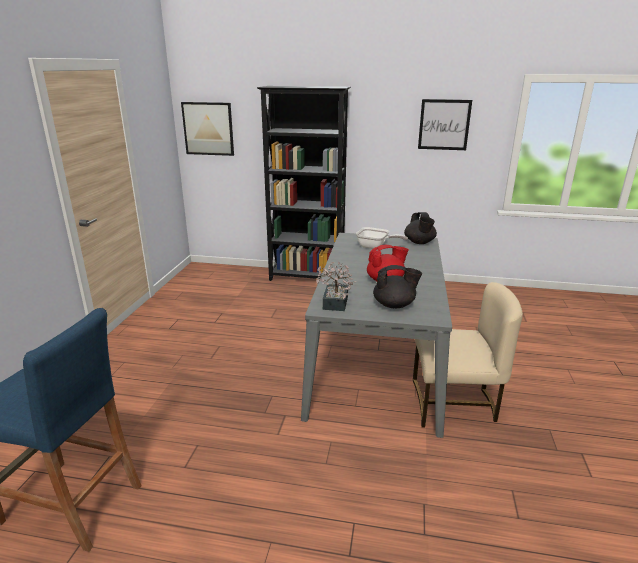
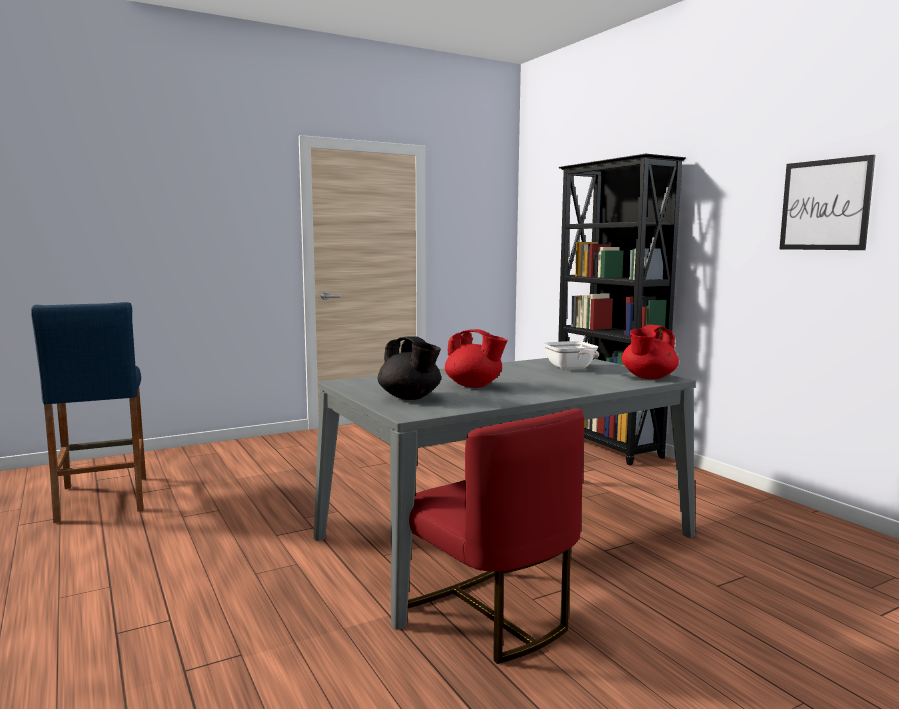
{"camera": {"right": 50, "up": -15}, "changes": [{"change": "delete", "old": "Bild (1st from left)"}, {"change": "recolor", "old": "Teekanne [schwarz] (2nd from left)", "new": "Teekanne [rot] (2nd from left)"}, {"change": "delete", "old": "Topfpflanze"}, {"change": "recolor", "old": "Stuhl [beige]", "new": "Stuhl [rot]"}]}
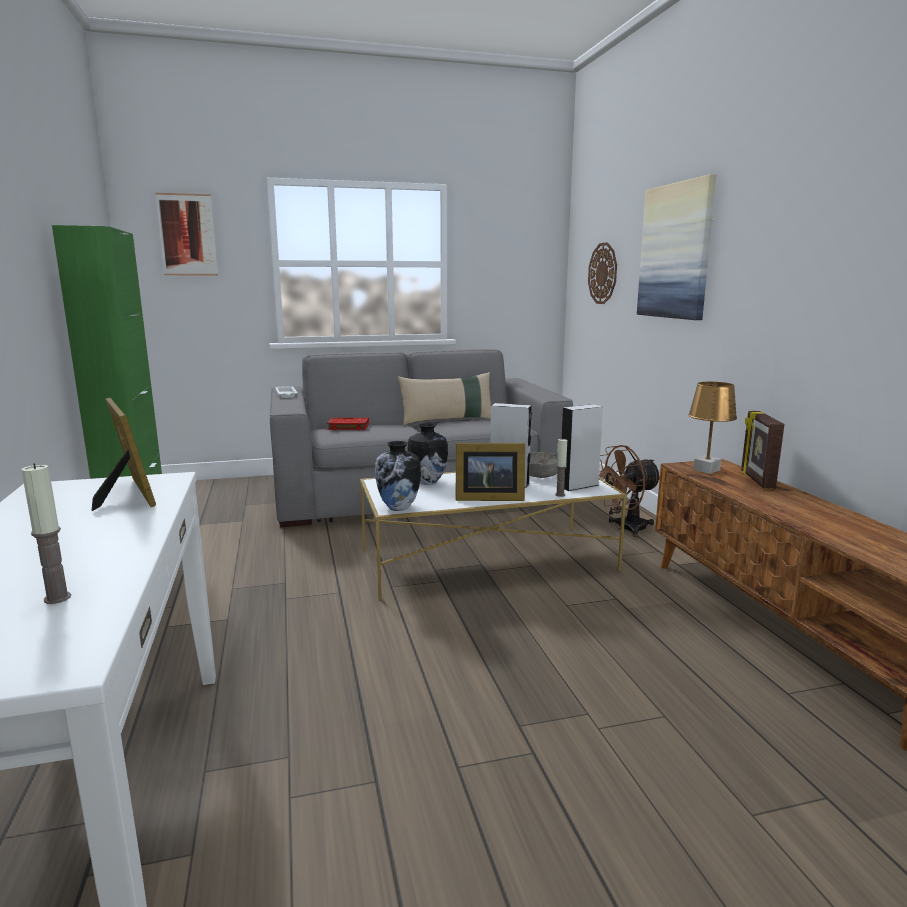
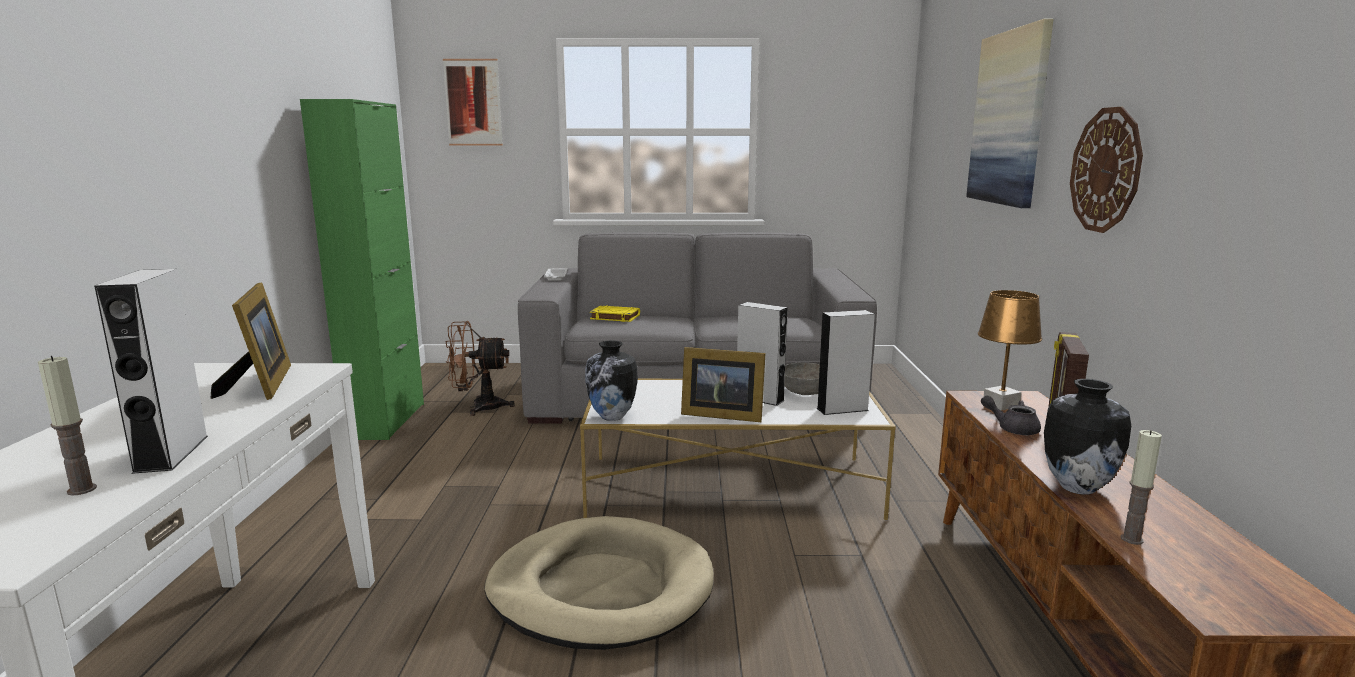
{"camera": {"right": 15, "up": 0}, "changes": [{"change": "move", "old": "Wanduhr"}, {"change": "delete", "old": "Kissen [beige]"}, {"change": "recolor", "old": "Buch [rot]", "new": "Buch [gelb]"}, {"change": "move", "old": "Vase (2nd from left)"}, {"change": "move", "old": "Kerze (2nd from left)"}, {"change": "move", "old": "Ventilator [braun]"}, {"change": "insert", "new": "Lautsprecher [grau] (1st from left)"}, {"change": "insert", "new": "Teekanne [grau]"}, {"change": "insert", "new": "Hundebett [beige]"}]}
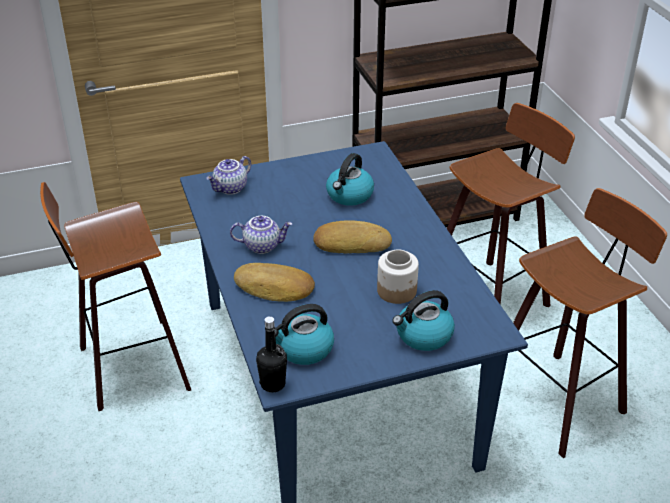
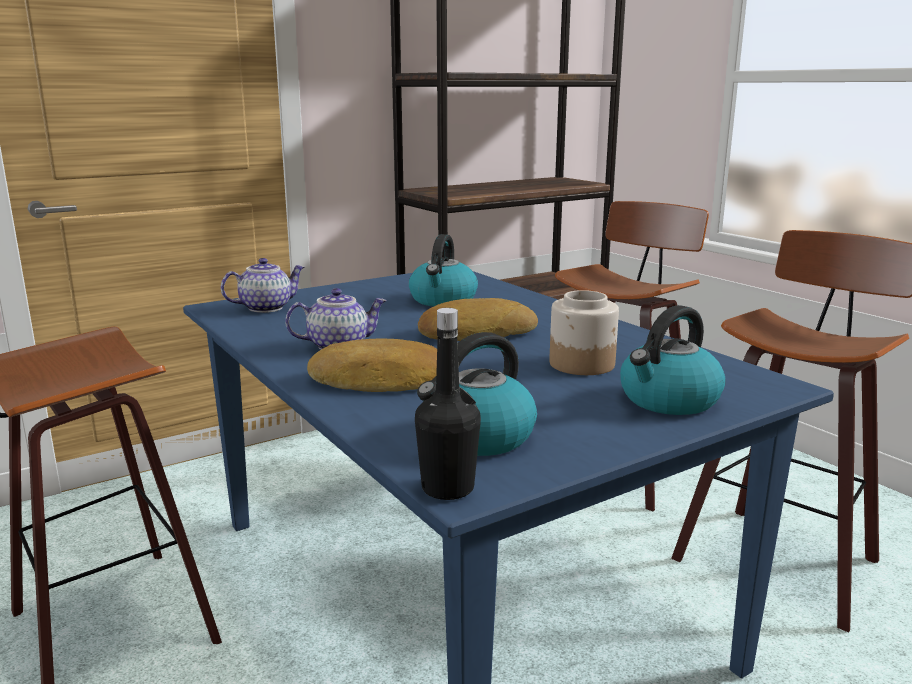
{"camera": {"right": -15, "up": -20}, "changes": [{"change": "rotate", "old": "Teekanne (1st from left)", "degrees": -150}]}
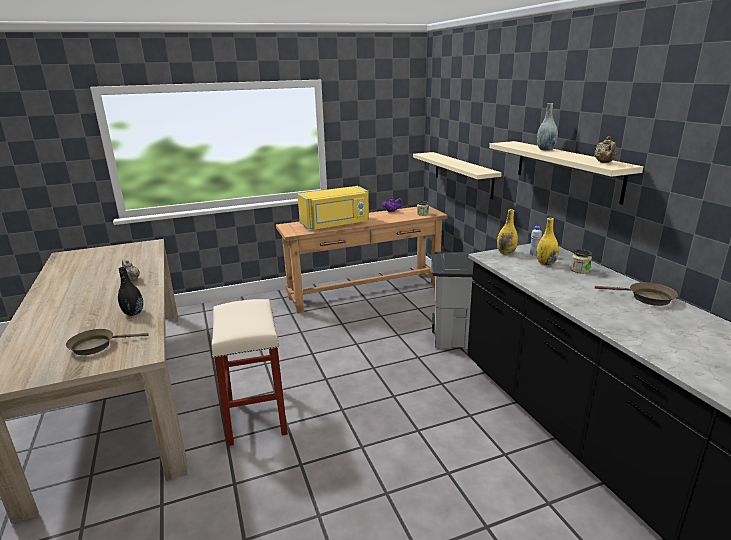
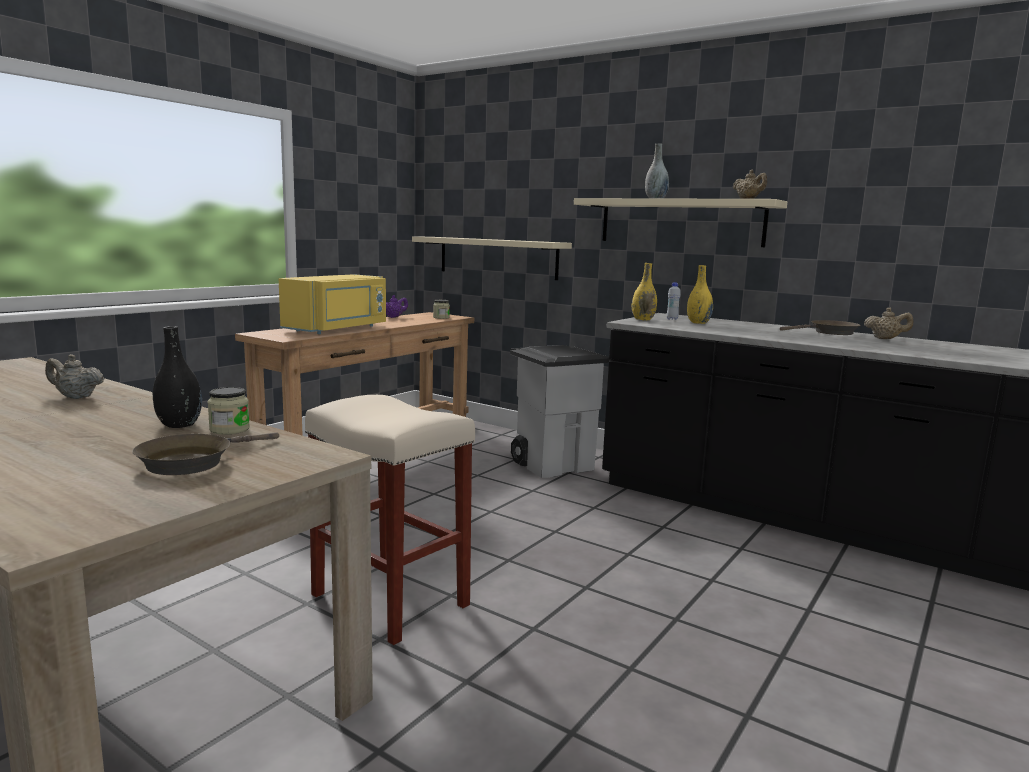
{"camera": {"right": -35, "up": -10}, "changes": [{"change": "move", "old": "Vorratsglas (2nd from left in the first image)", "new": "Vorratsglas (1st from left)"}, {"change": "insert", "new": "Teekanne [beige] (3rd from left)"}]}
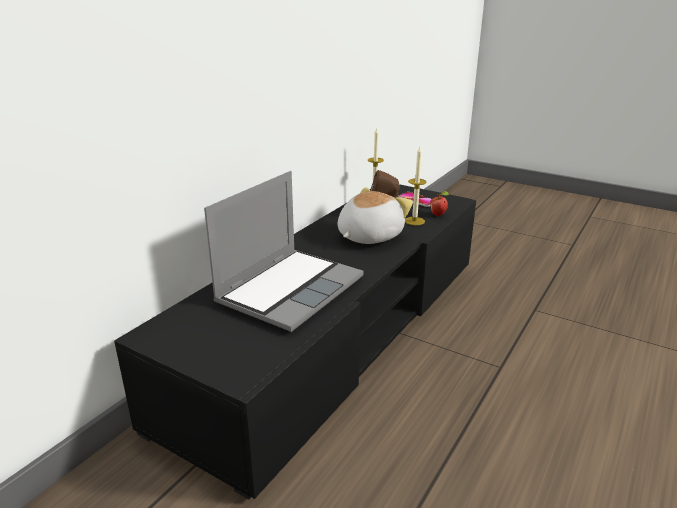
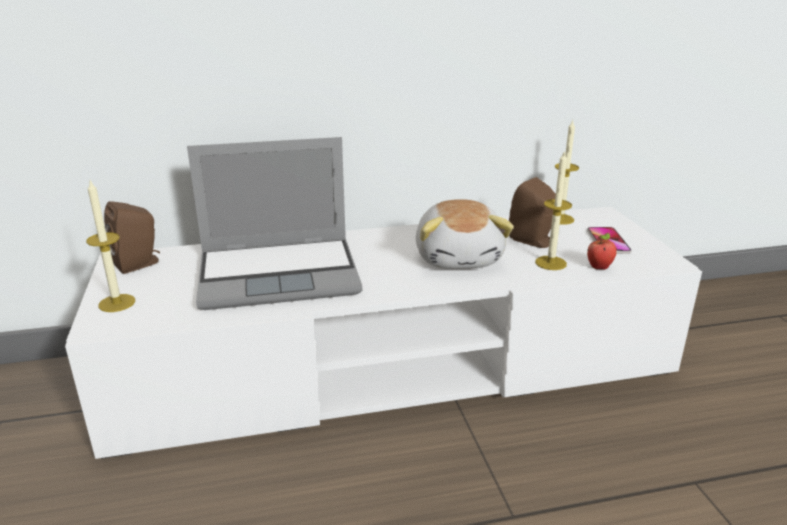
{"camera": {"right": 45, "up": 0}, "changes": [{"change": "recolor", "old": "Fernsehschrank [schwarz]", "new": "Fernsehschrank [weiß]"}, {"change": "rotate", "old": "Plüschtier", "degrees": 90}, {"change": "insert", "new": "Kerze (1st from left)"}, {"change": "insert", "new": "Lautsprecher [braun] (1st from left)"}]}
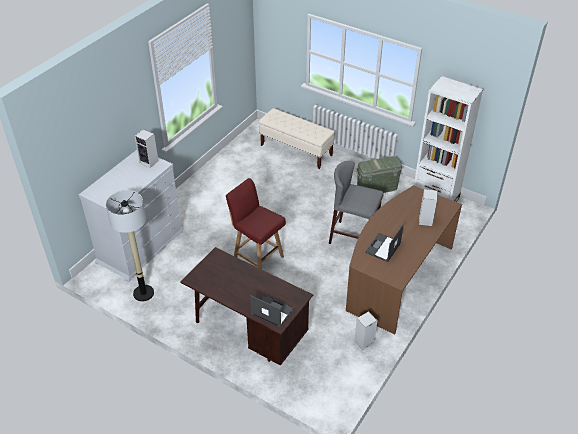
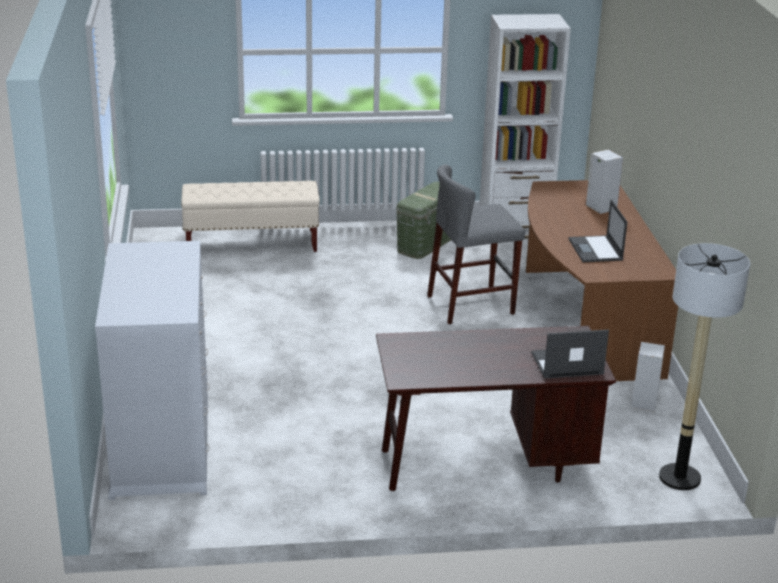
{"camera": {"right": -40, "up": -15}, "changes": [{"change": "delete", "old": "Lautsprecher (1st from left)"}, {"change": "delete", "old": "Stuhl [rot]"}, {"change": "move", "old": "Stehlampe"}]}
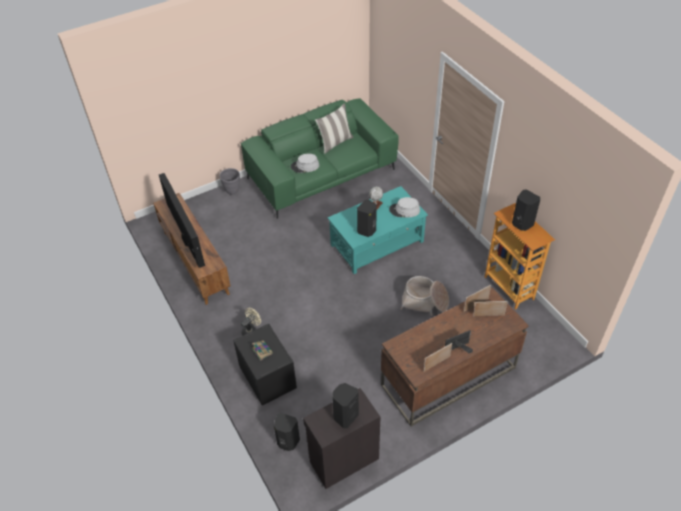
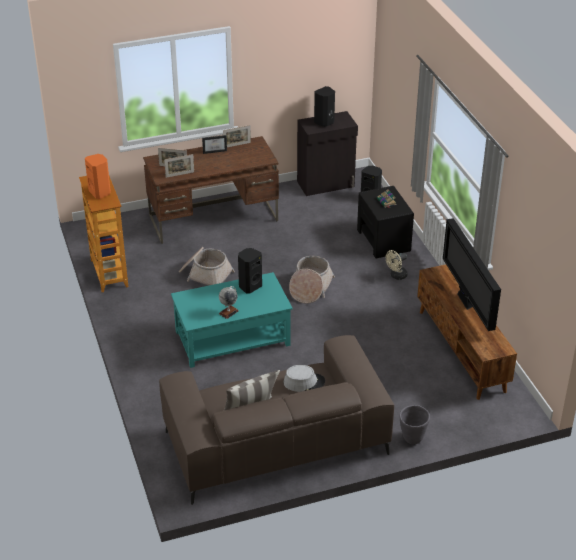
{"camera": {"right": -170, "up": -10}, "changes": [{"change": "recolor", "old": "Sofa [grün]", "new": "Sofa [braun]"}, {"change": "recolor", "old": "Lautsprecher [schwarz] (4th from left)", "new": "Lautsprecher [orange]"}, {"change": "delete", "old": "Hut [grau] (2nd from left)"}, {"change": "insert", "new": "Korb (2nd from left)"}]}
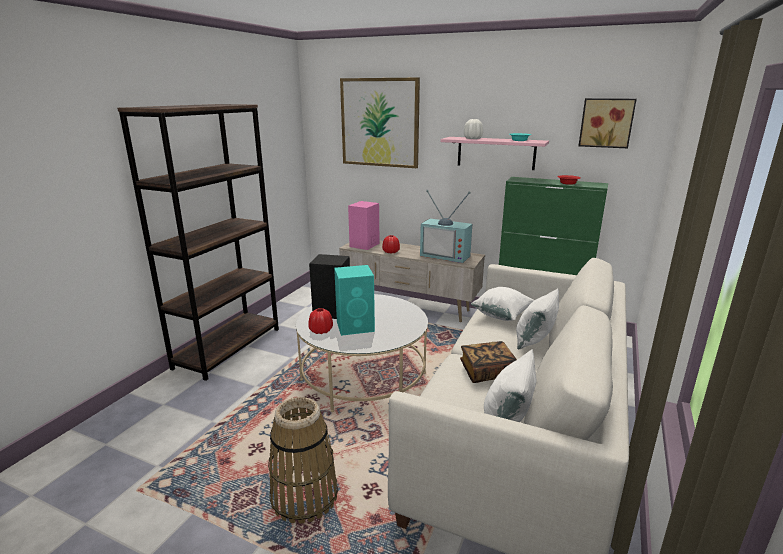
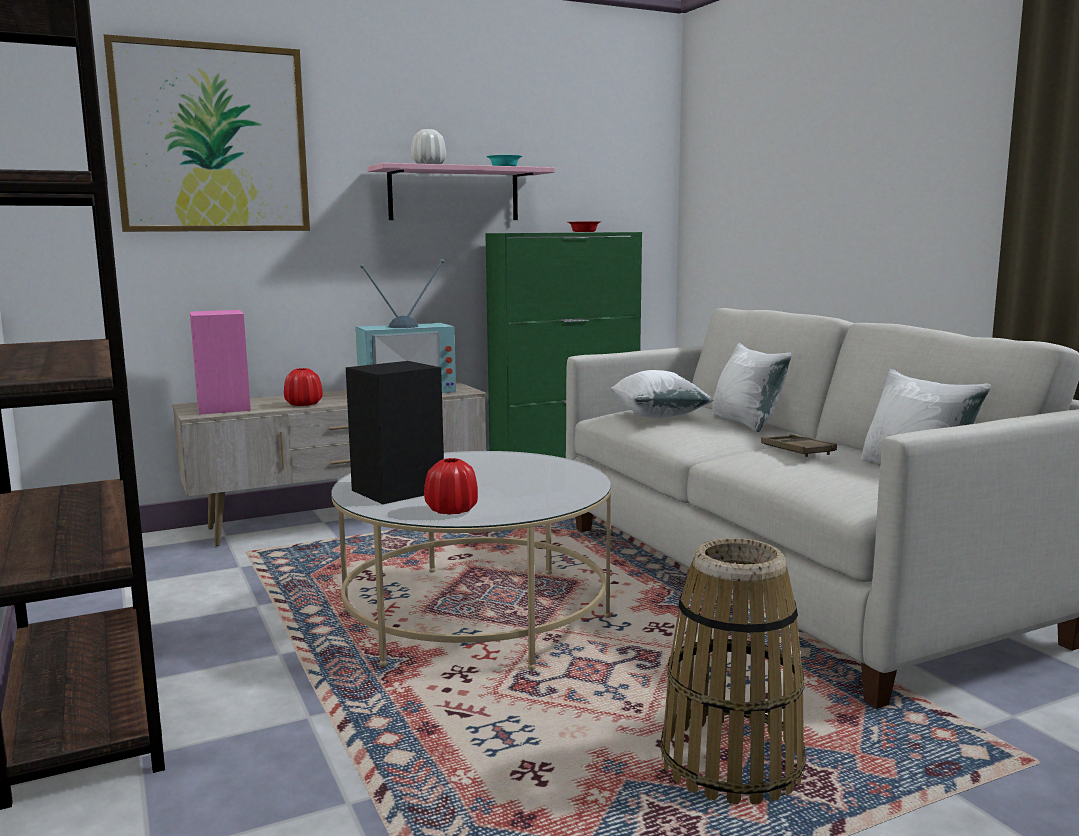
{"camera": {"right": -50, "up": -10}, "changes": [{"change": "delete", "old": "Bild (2nd from left)"}, {"change": "delete", "old": "Lautsprecher [türkis]"}, {"change": "replace", "old": "Buch", "new": "Tablett [braun]"}]}
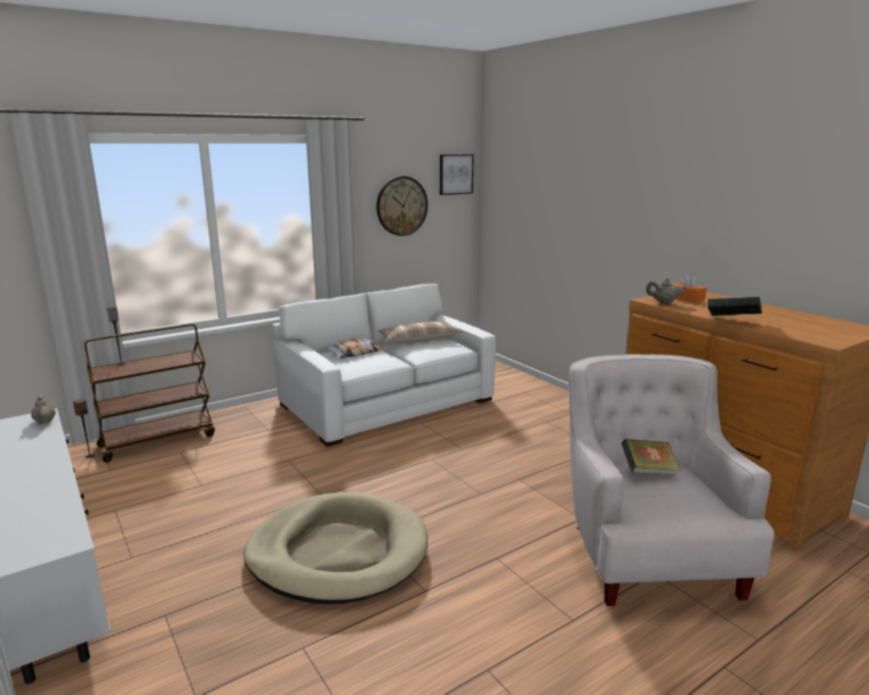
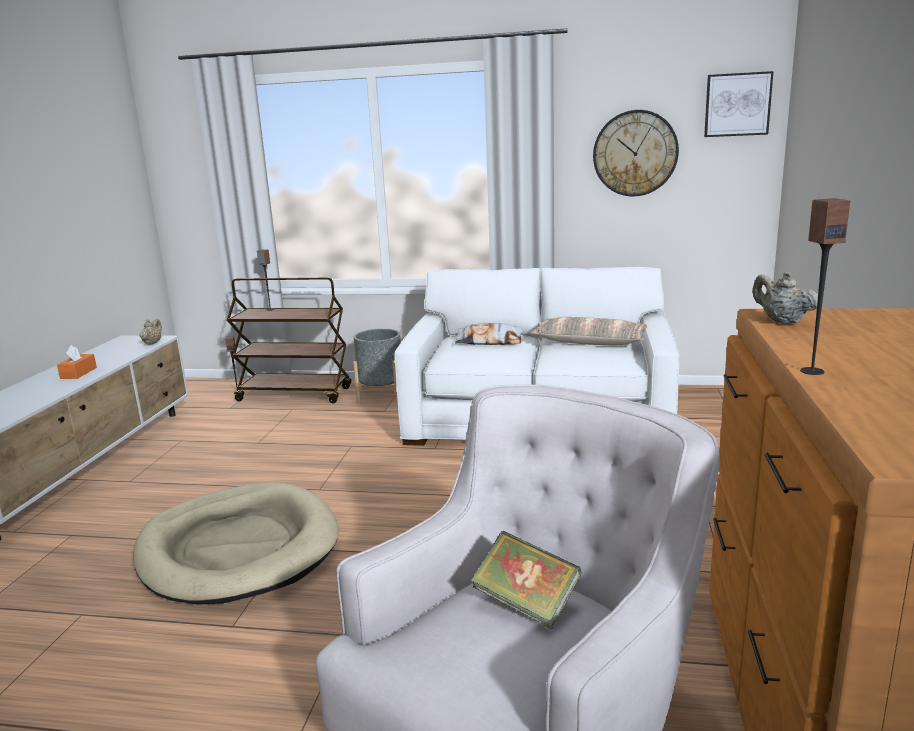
{"camera": {"right": 45, "up": 0}, "changes": [{"change": "move", "old": "Taschentuchbox [orange]"}, {"change": "replace", "old": "Buch (2nd from left)", "new": "Lautsprecher (3rd from left)"}, {"change": "insert", "new": "Pflanzkübel [grau]"}]}
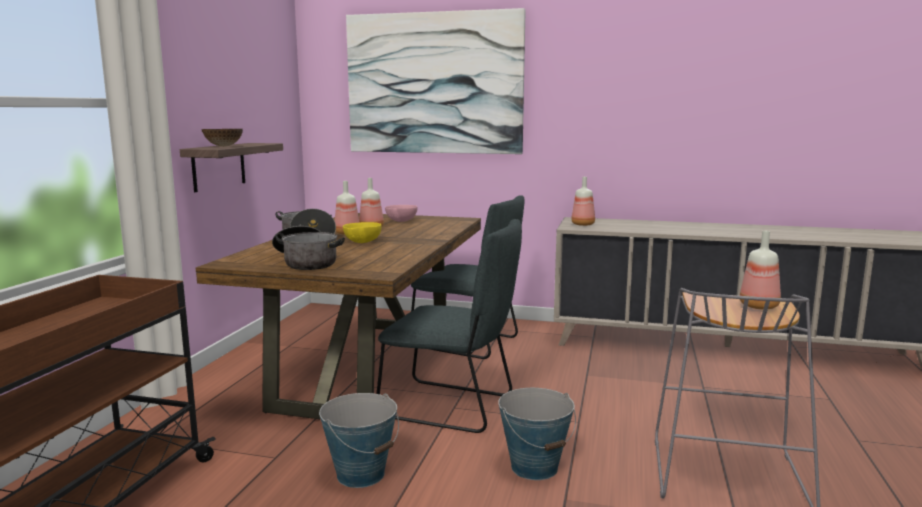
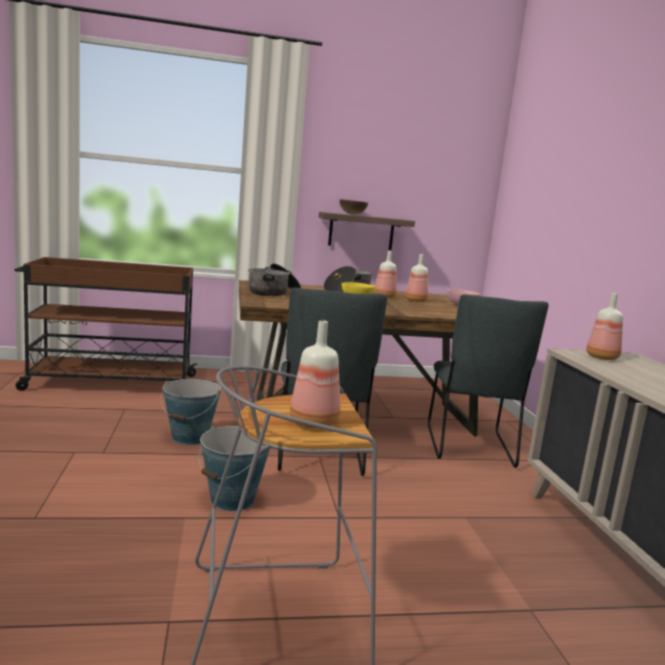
{"camera": {"right": 65, "up": 0}, "changes": [{"change": "delete", "old": "Bild"}]}
